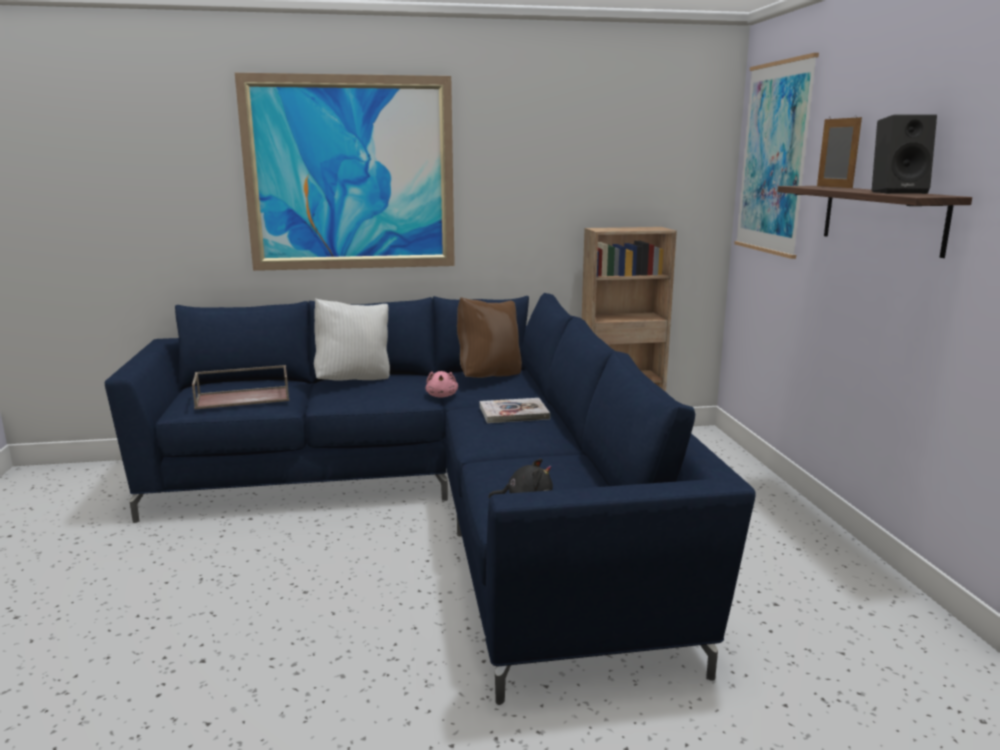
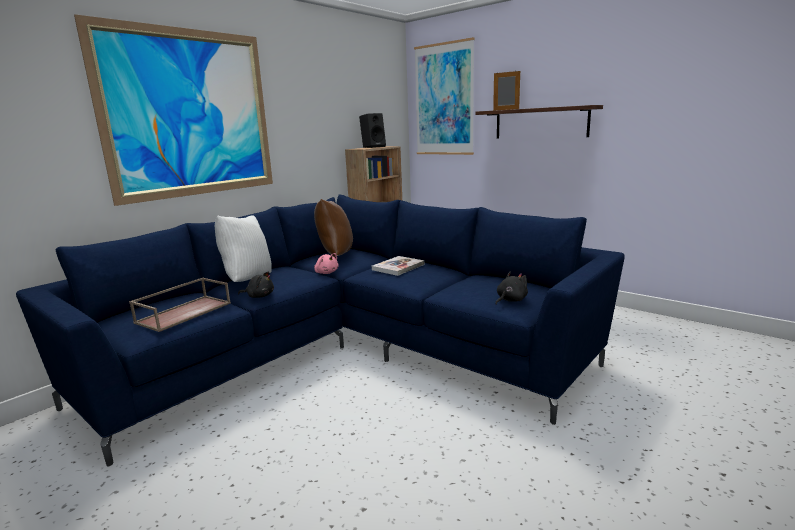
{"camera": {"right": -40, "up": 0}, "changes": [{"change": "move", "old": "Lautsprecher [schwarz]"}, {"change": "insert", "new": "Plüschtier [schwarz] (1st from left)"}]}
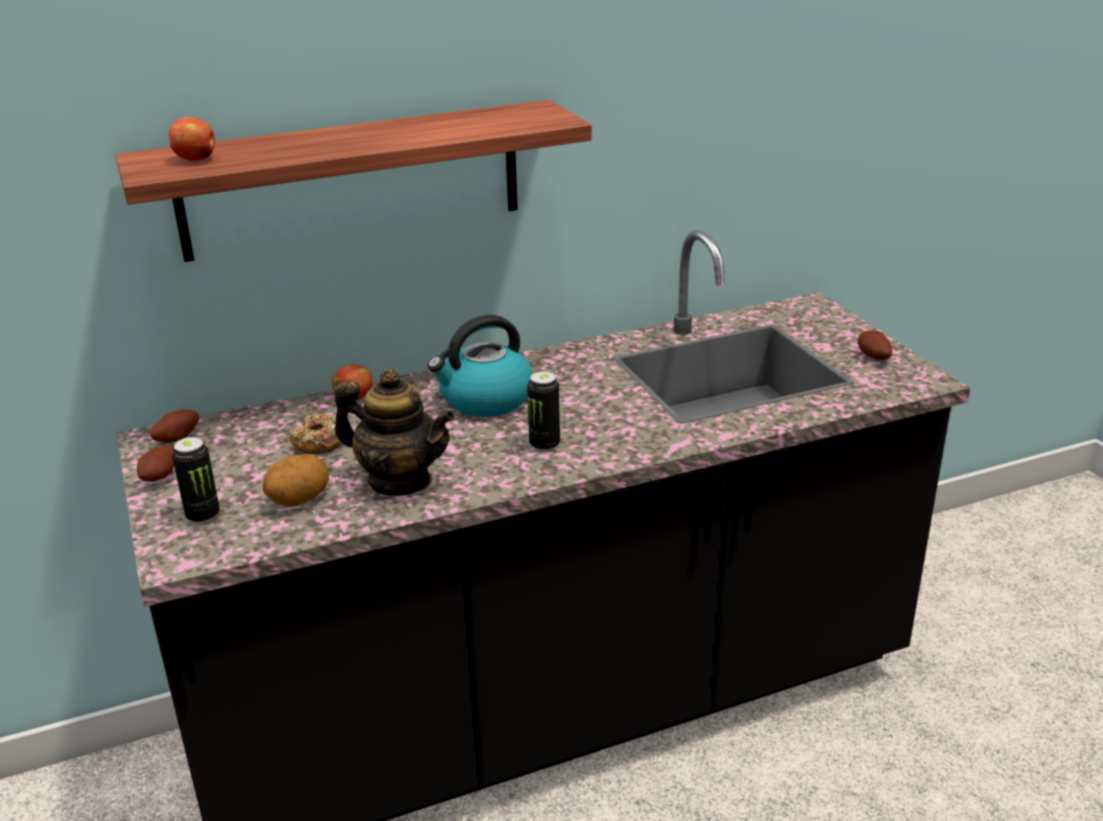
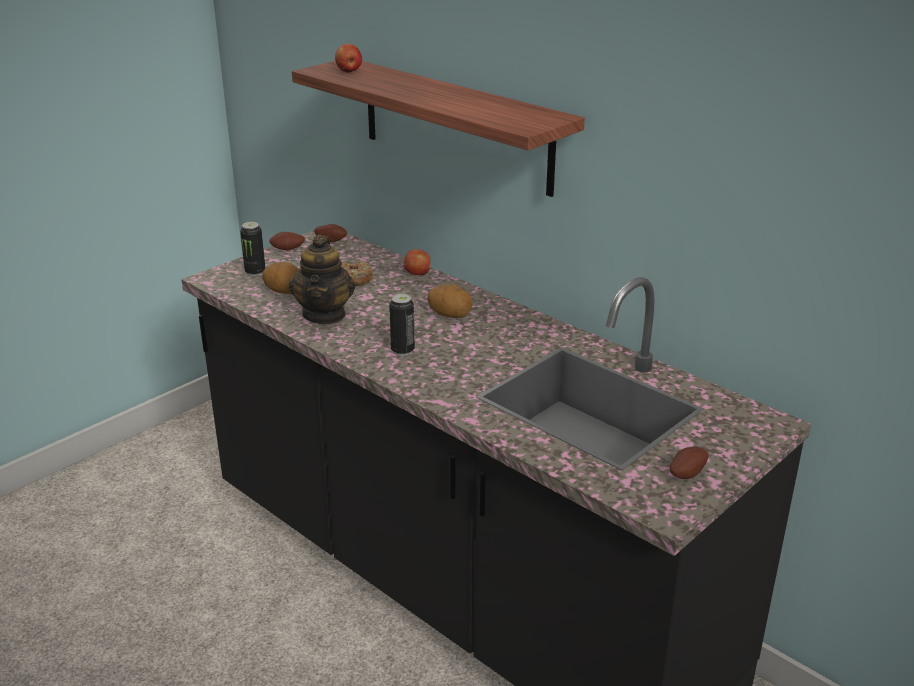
{"camera": {"right": 65, "up": 0}, "changes": [{"change": "replace", "old": "Wasserkessel", "new": "Kartoffel (4th from left)"}]}
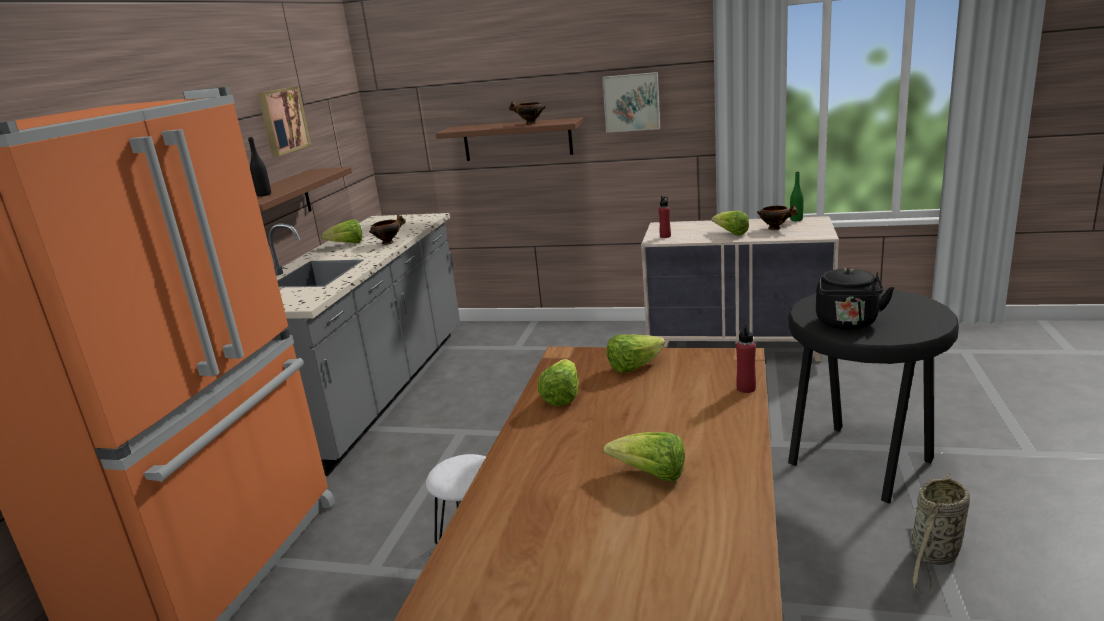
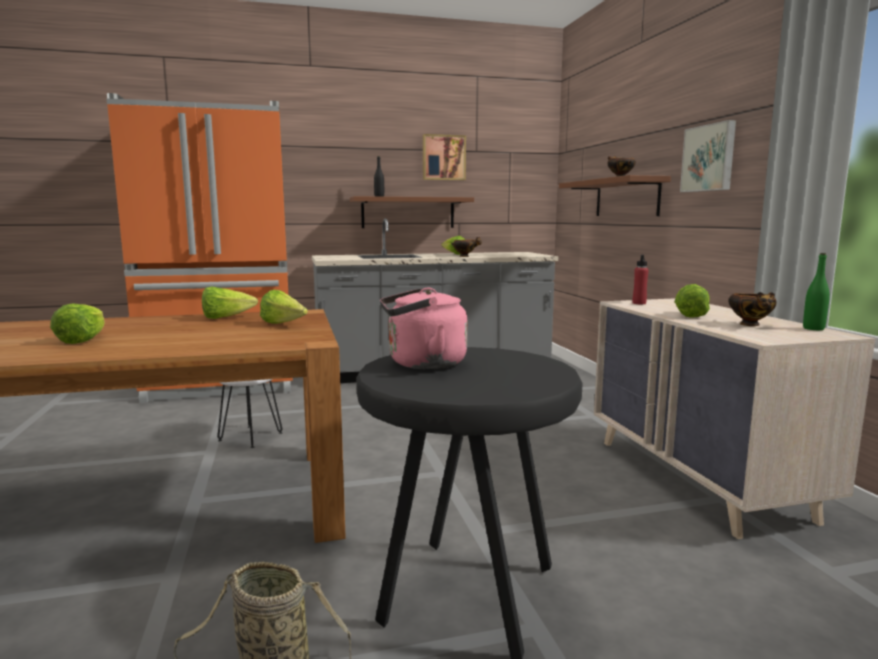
{"camera": {"right": 60, "up": -10}, "changes": [{"change": "recolor", "old": "Wasserkessel [schwarz]", "new": "Wasserkessel [rosa]"}, {"change": "delete", "old": "Flasche [rot] (2nd from left)"}]}
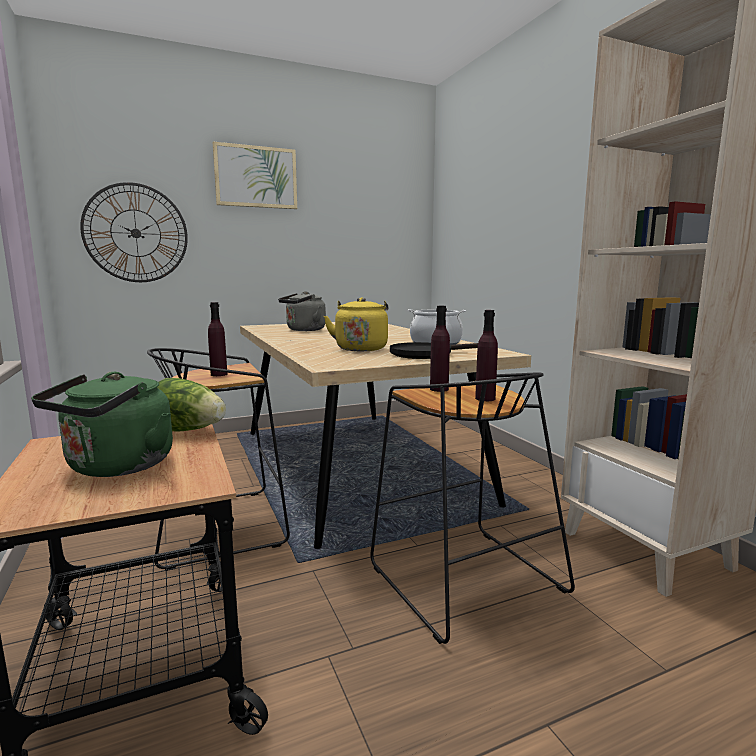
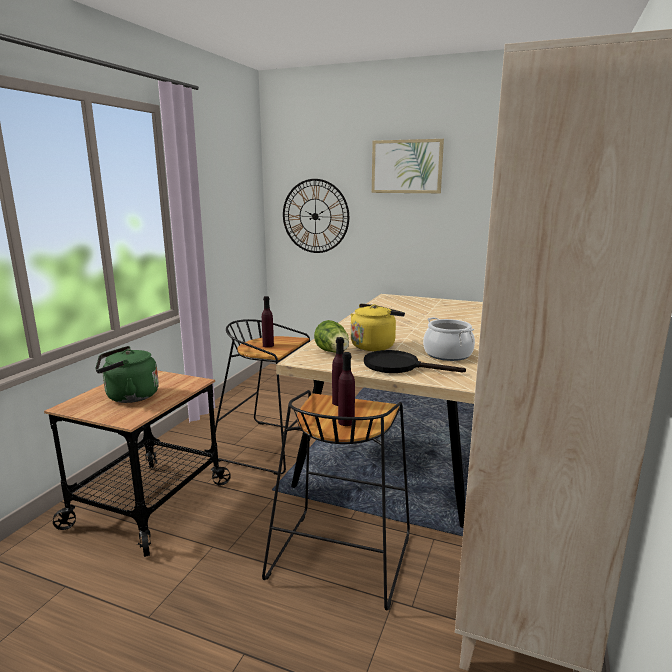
{"camera": {"right": 45, "up": 5}, "changes": [{"change": "delete", "old": "Wasserkessel [grau]"}, {"change": "move", "old": "Salatkopf"}]}
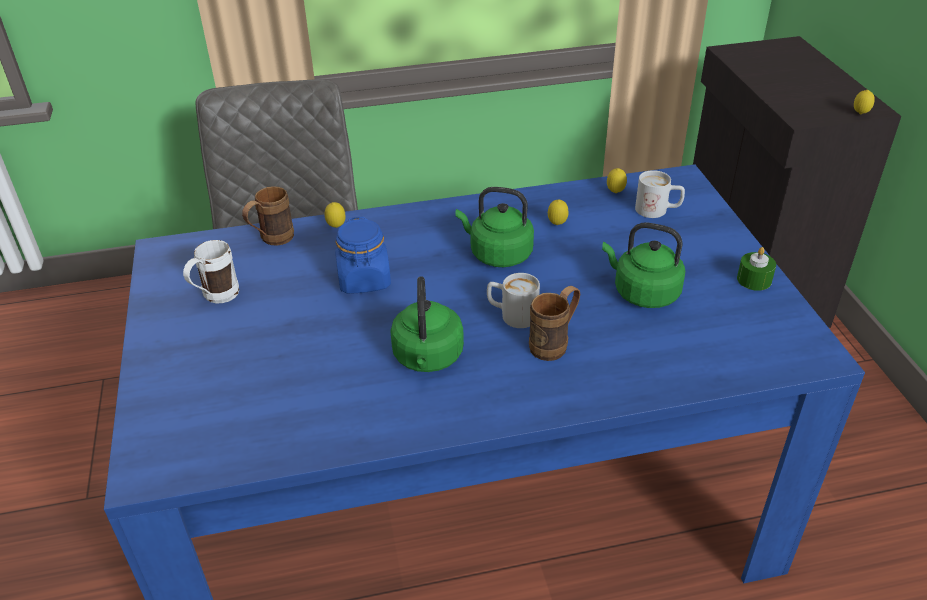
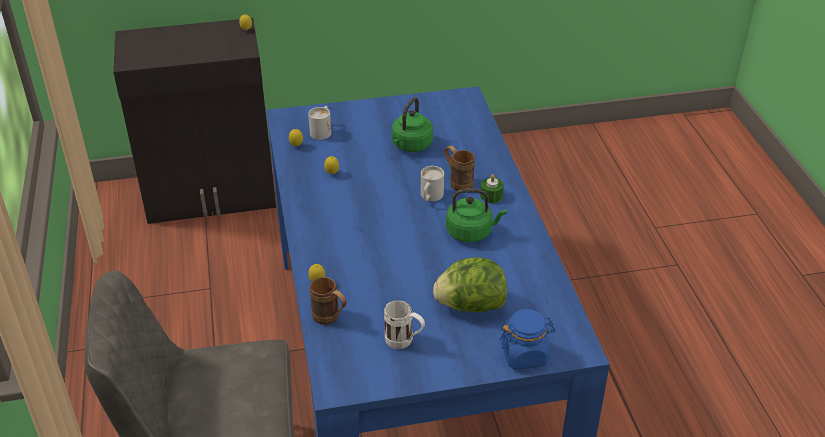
{"camera": {"right": -90, "up": 0}, "changes": [{"change": "delete", "old": "Wasserkessel [grün] (2nd from left)"}, {"change": "move", "old": "Vorratsglas [blau]"}, {"change": "move", "old": "Kerze [grün]"}, {"change": "insert", "new": "Salatkopf"}]}
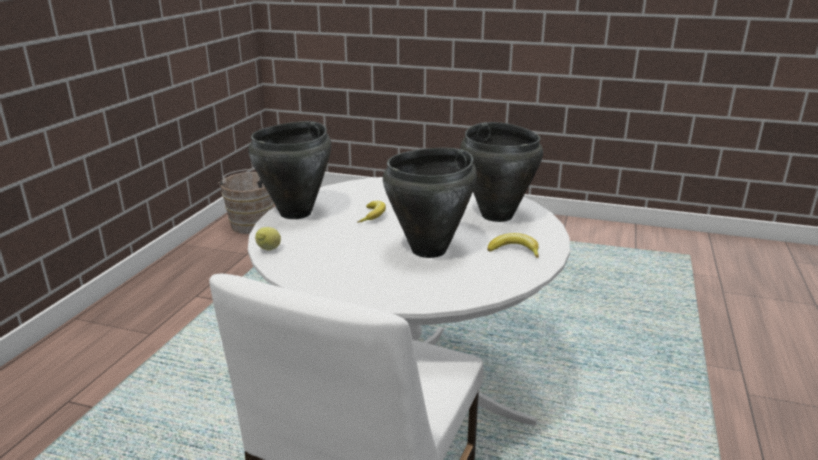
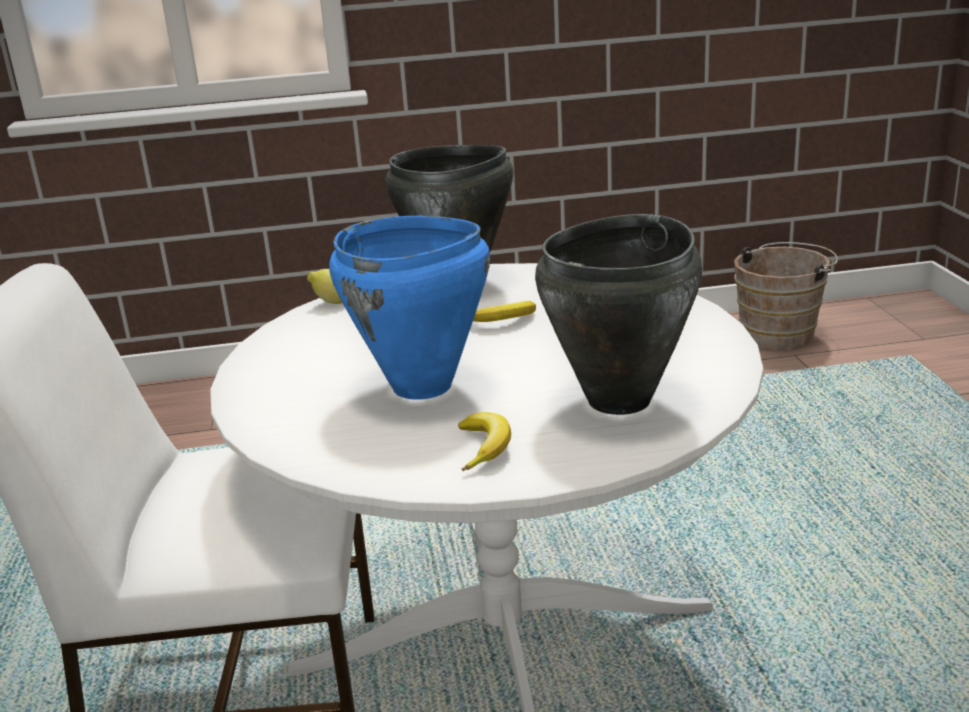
{"camera": {"right": 65, "up": 0}, "changes": [{"change": "recolor", "old": "Kochtopf [schwarz] (2nd from left)", "new": "Kochtopf [blau]"}]}
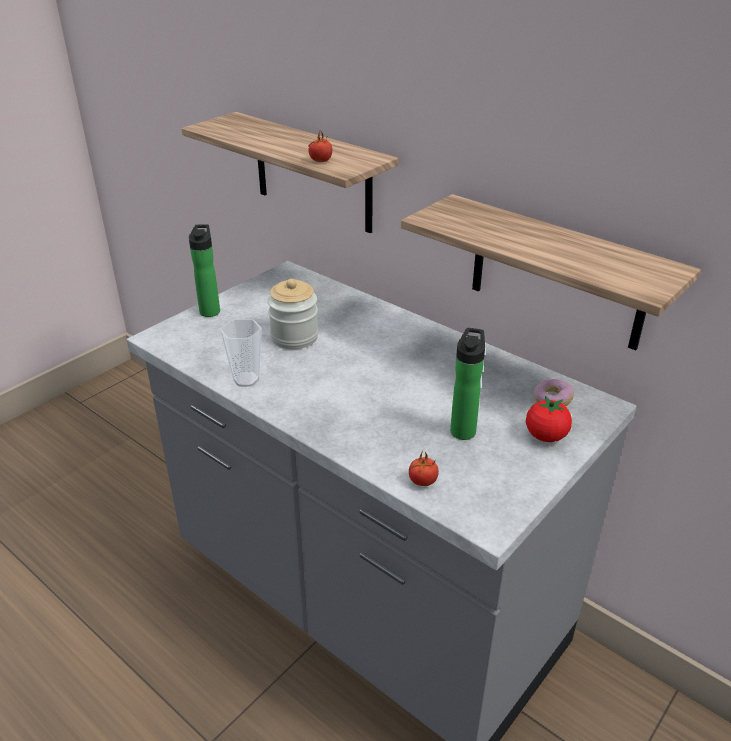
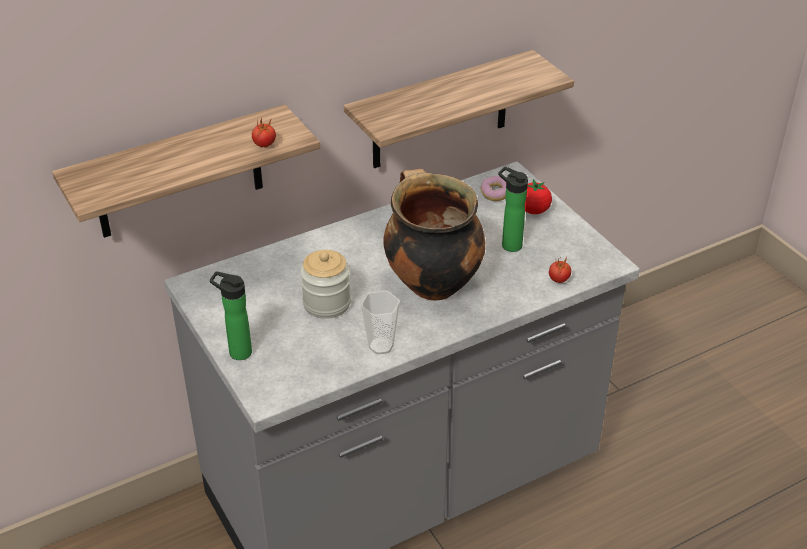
{"camera": {"right": -70, "up": 5}, "changes": [{"change": "insert", "new": "Kochtopf"}]}
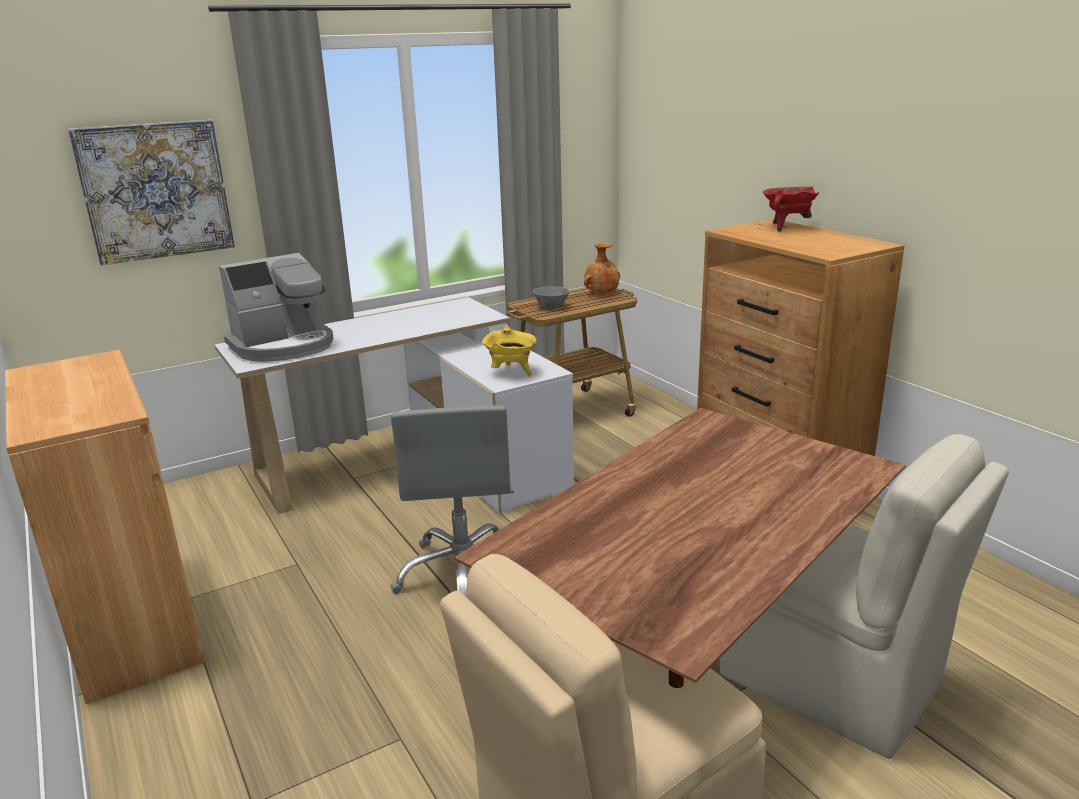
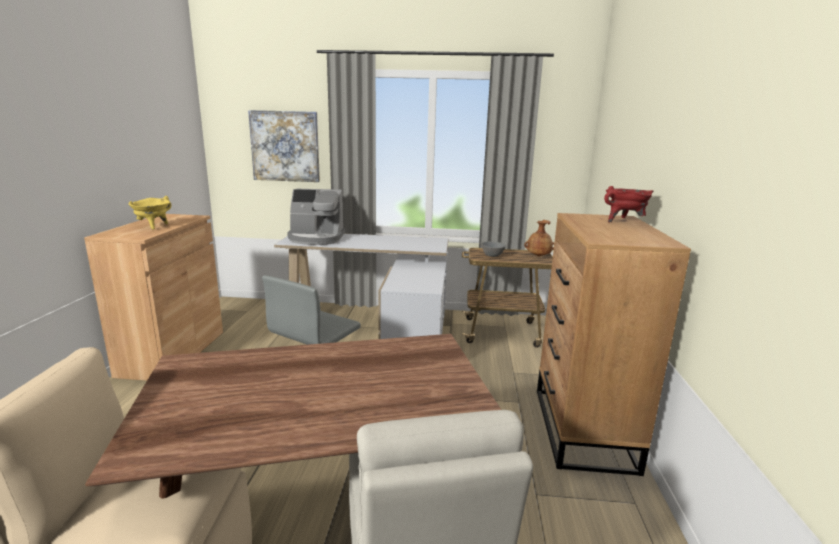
{"camera": {"right": 35, "up": -5}, "changes": [{"change": "move", "old": "Kochtopf [gelb]"}]}
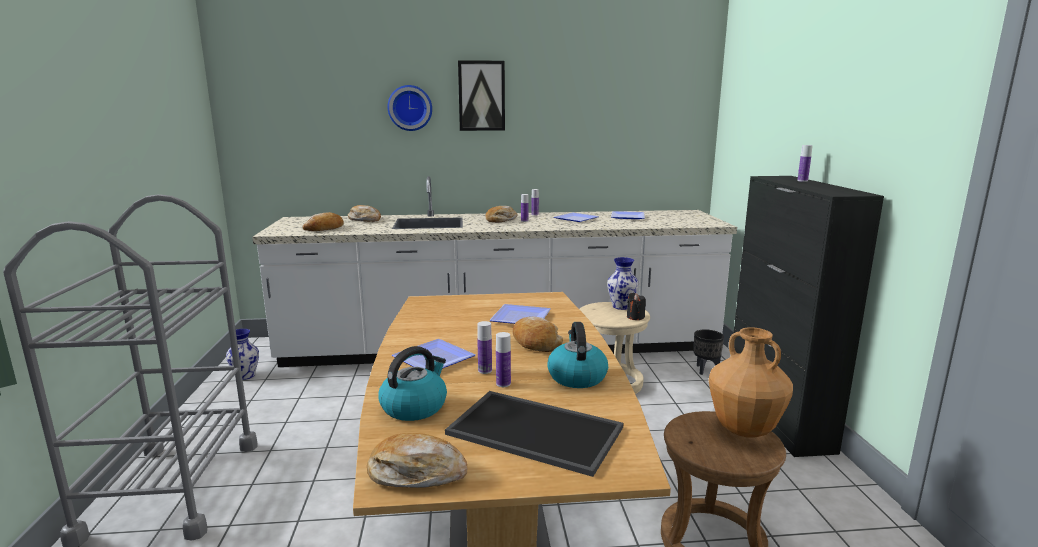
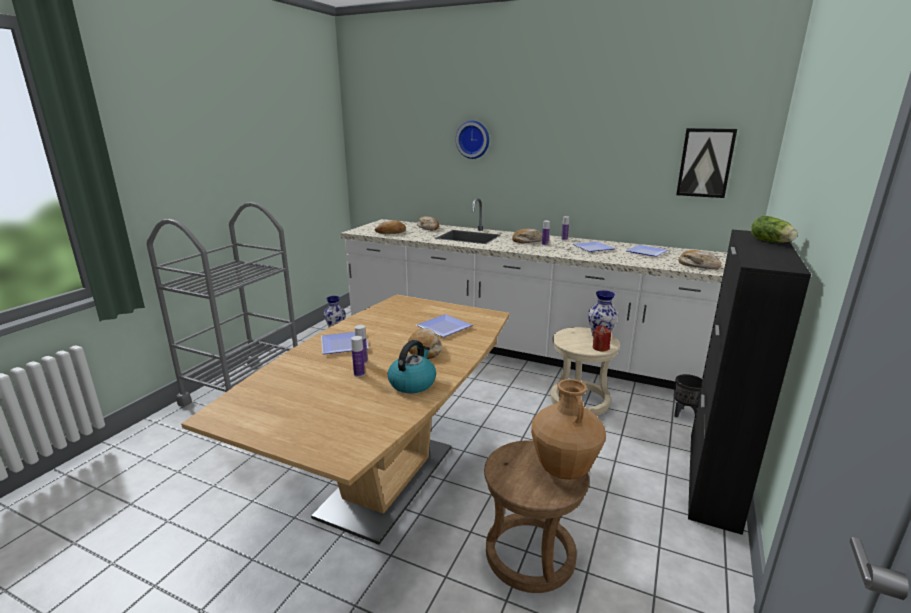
{"camera": {"right": 30, "up": 5}, "changes": [{"change": "move", "old": "Bild"}, {"change": "replace", "old": "Flasche (5th from left)", "new": "Salatkopf"}, {"change": "recolor", "old": "Kerze [schwarz]", "new": "Kerze [rot]"}, {"change": "delete", "old": "Wasserkessel (1st from left)"}, {"change": "delete", "old": "Tablett"}, {"change": "move", "old": "Brot (3rd from left in the first image)", "new": "Brot (5th from left)"}]}
